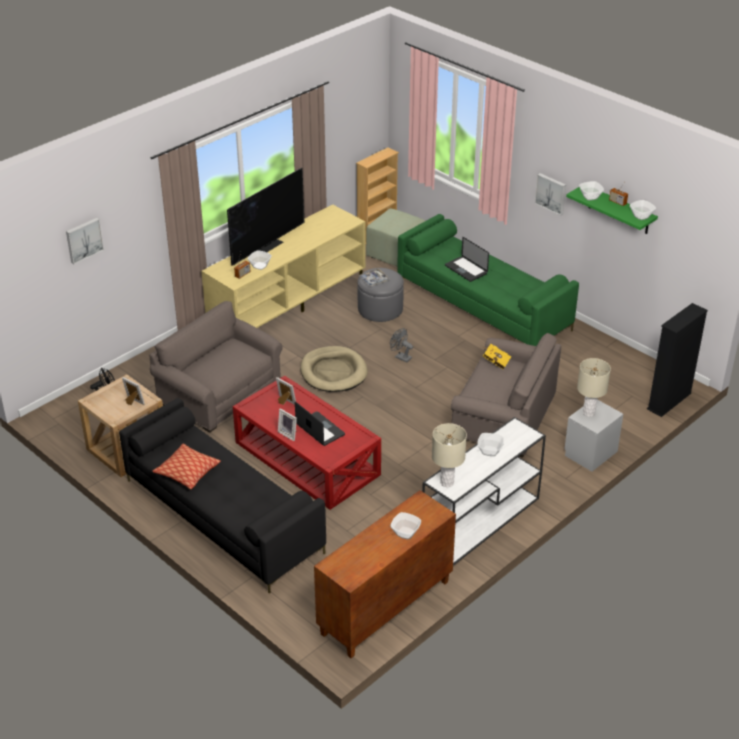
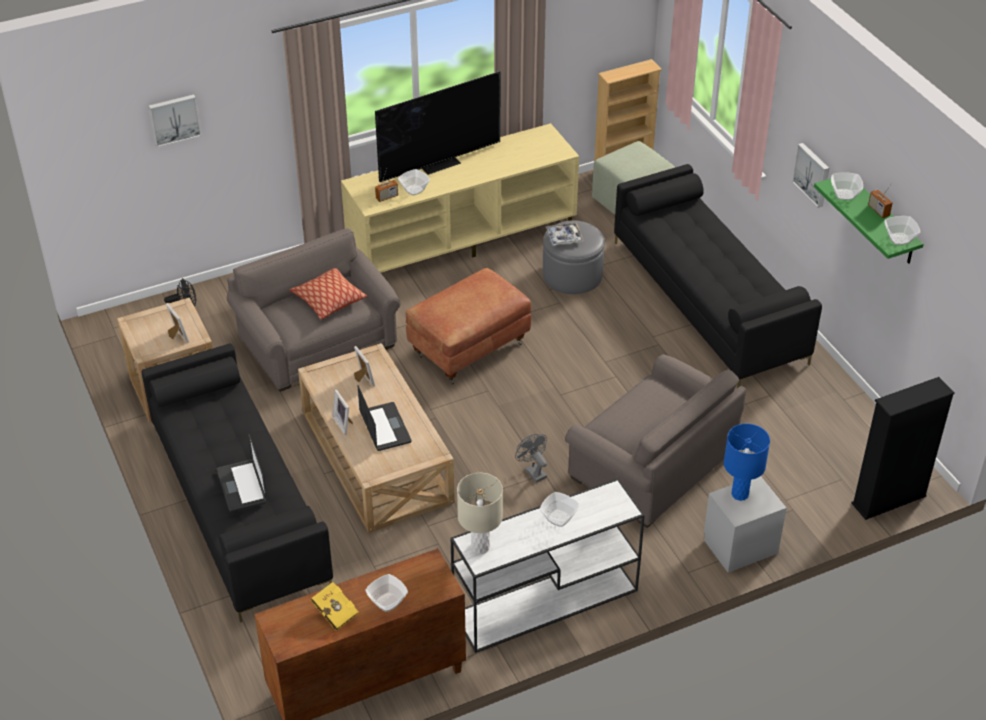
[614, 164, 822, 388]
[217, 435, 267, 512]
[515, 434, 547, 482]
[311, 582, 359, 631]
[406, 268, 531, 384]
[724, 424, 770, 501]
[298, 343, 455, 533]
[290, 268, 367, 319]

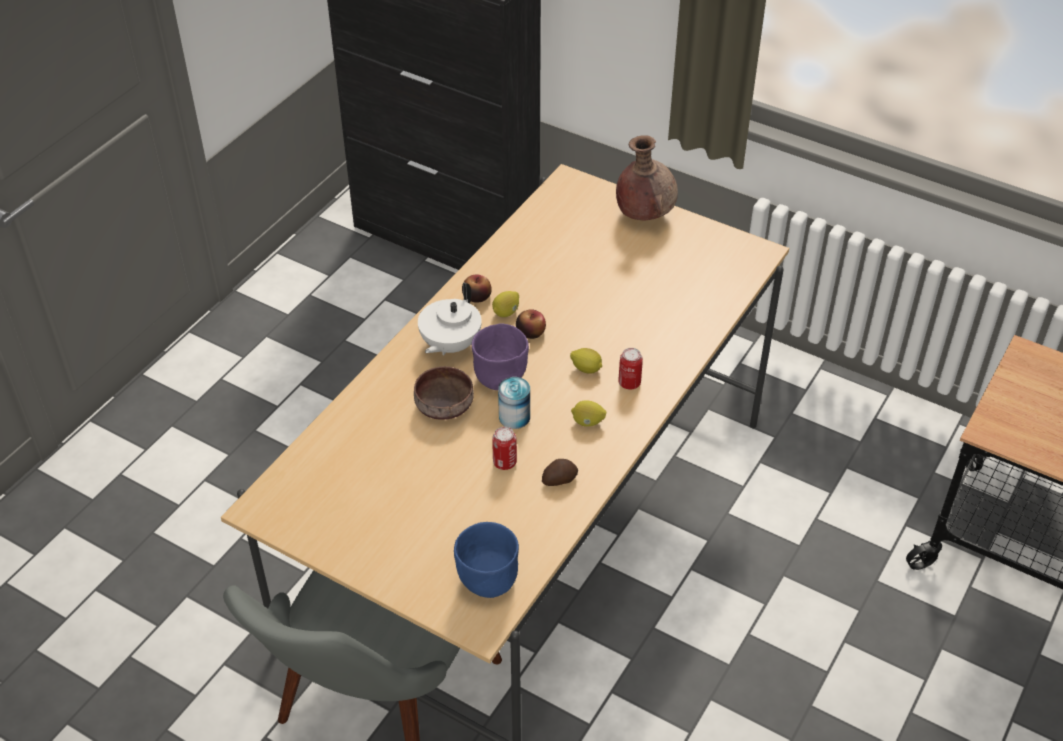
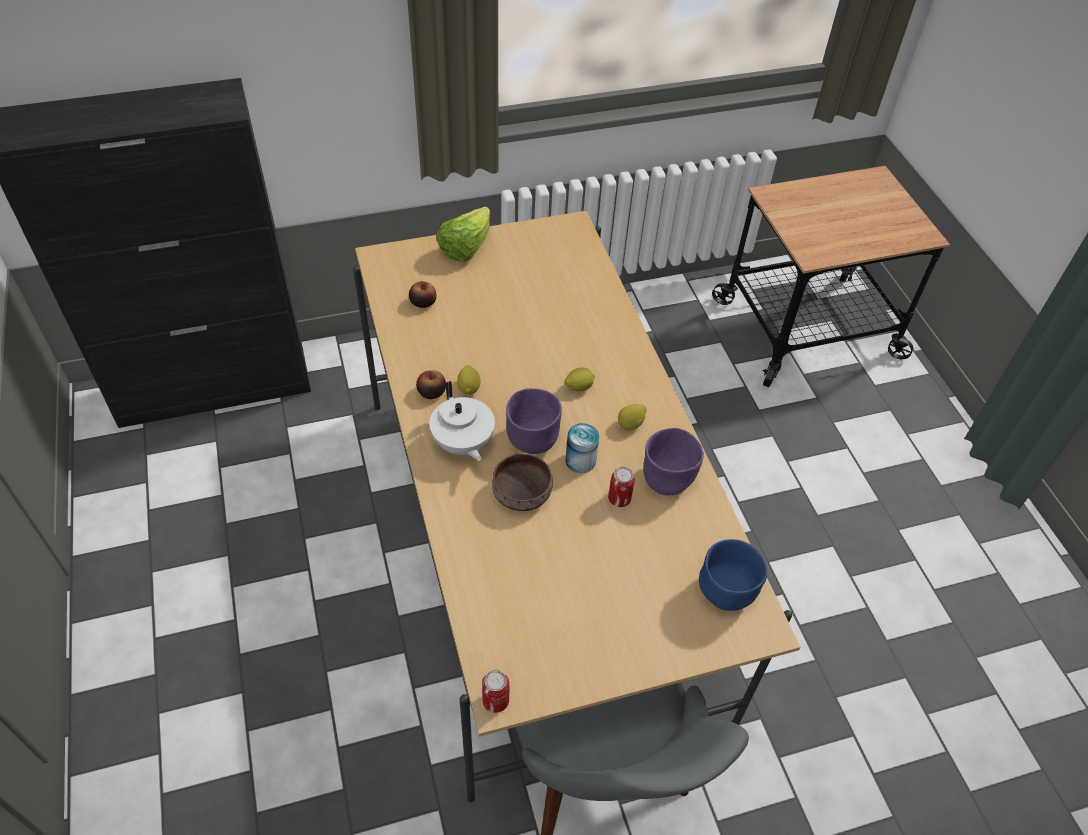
[436, 206, 490, 262]
[409, 281, 437, 308]
[482, 670, 509, 713]
[643, 428, 704, 496]

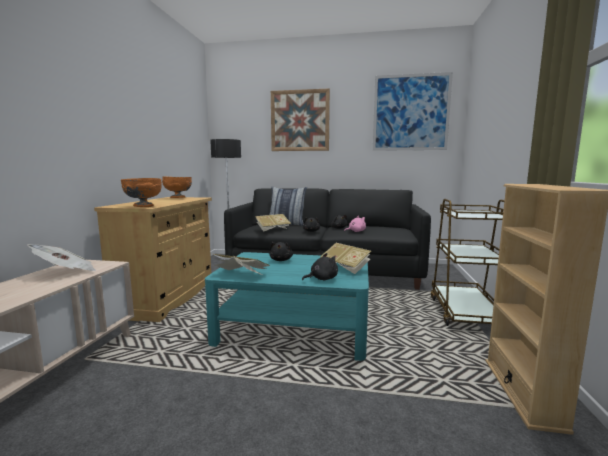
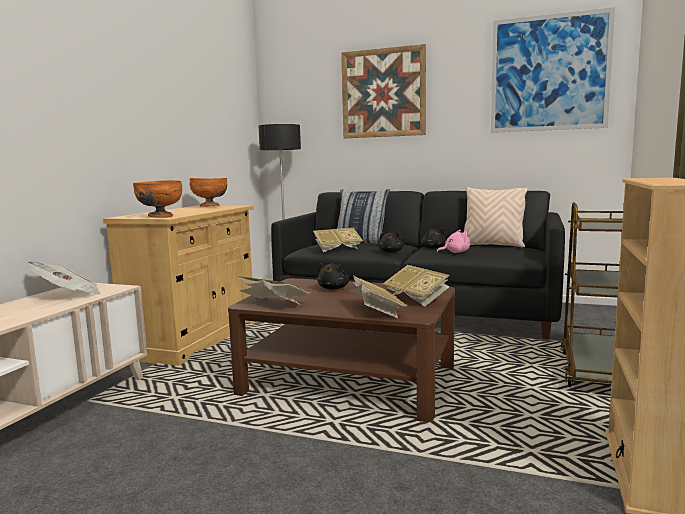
[228, 278, 455, 422]
[349, 276, 408, 318]
[464, 187, 528, 247]

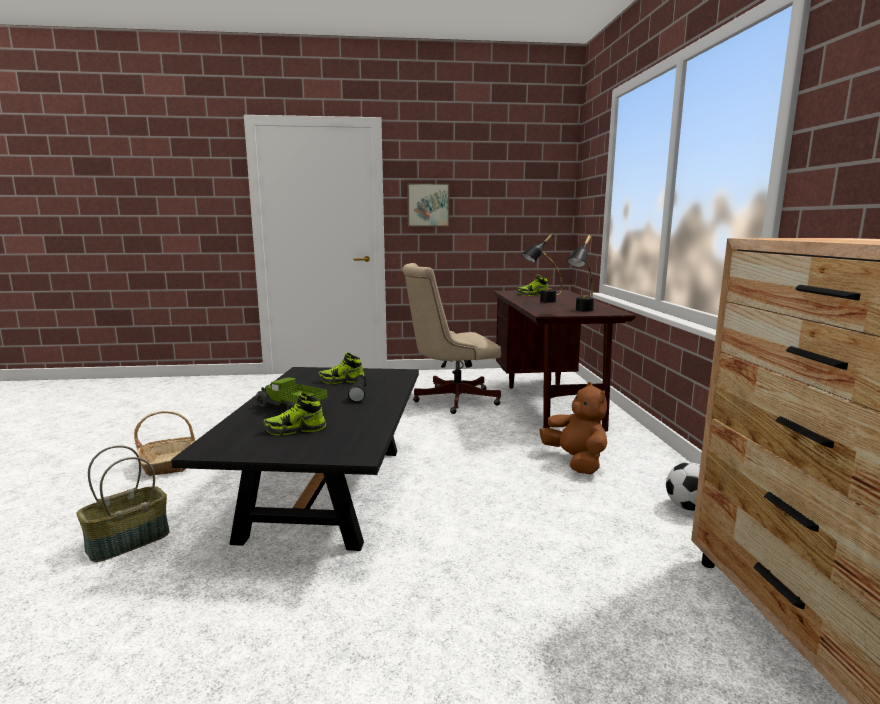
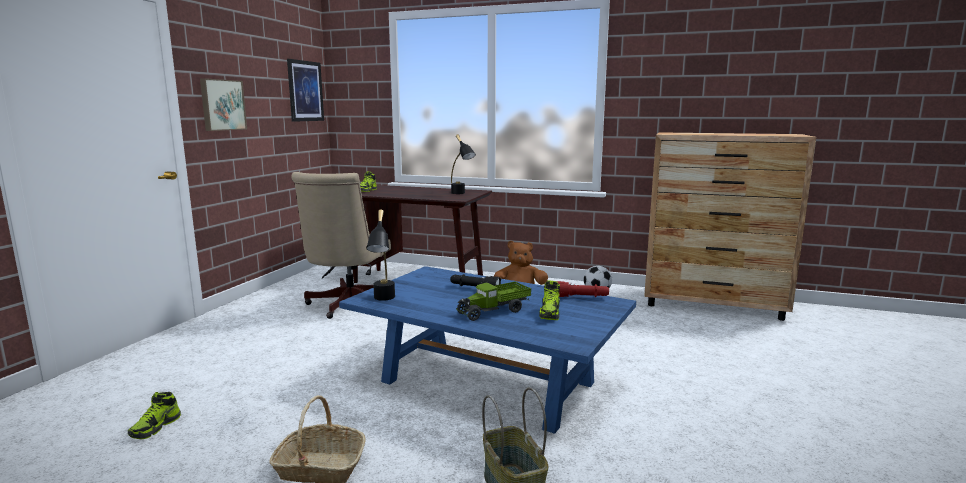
[366, 209, 395, 301]
[128, 392, 181, 439]
[339, 266, 636, 434]
[287, 59, 324, 122]
[557, 281, 609, 297]

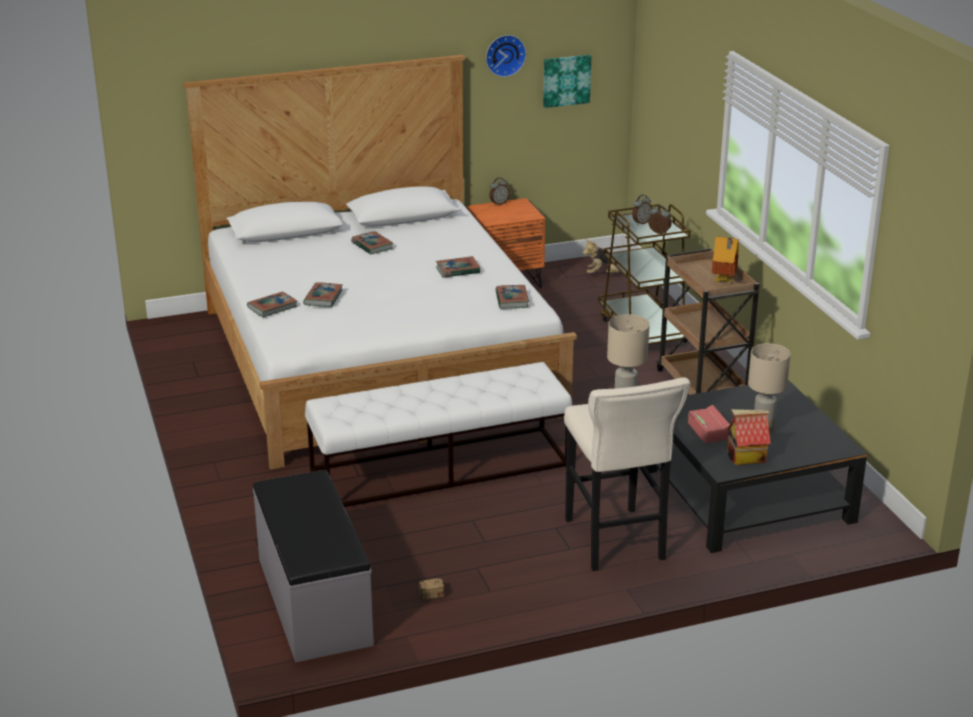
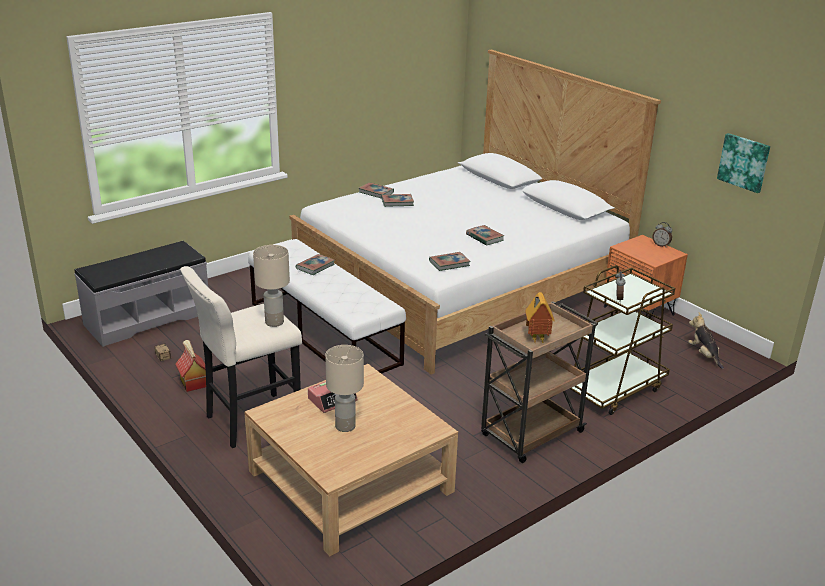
[486, 35, 526, 77] (first image)
[632, 195, 652, 225] (first image)
[296, 254, 335, 275]
[244, 364, 458, 556]
[175, 340, 206, 392]

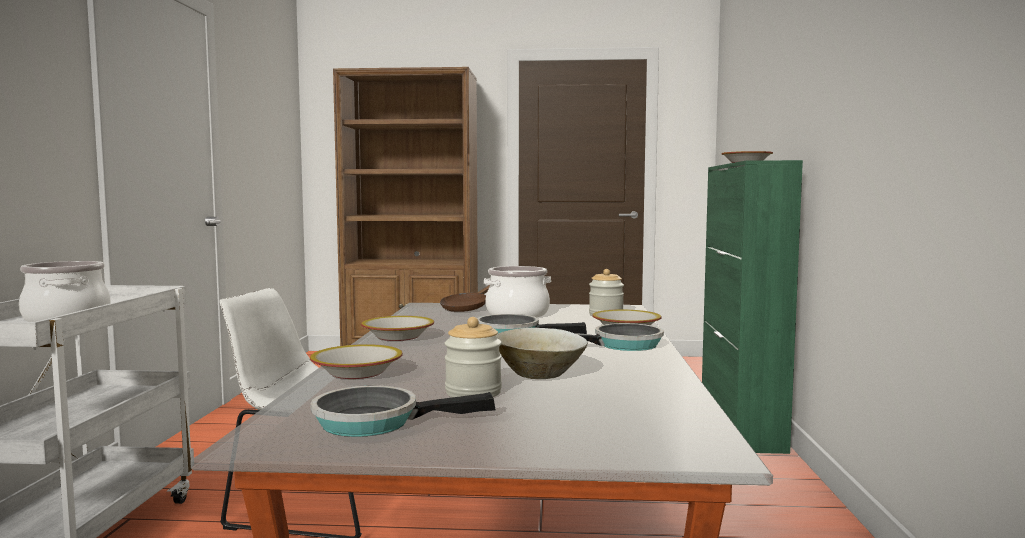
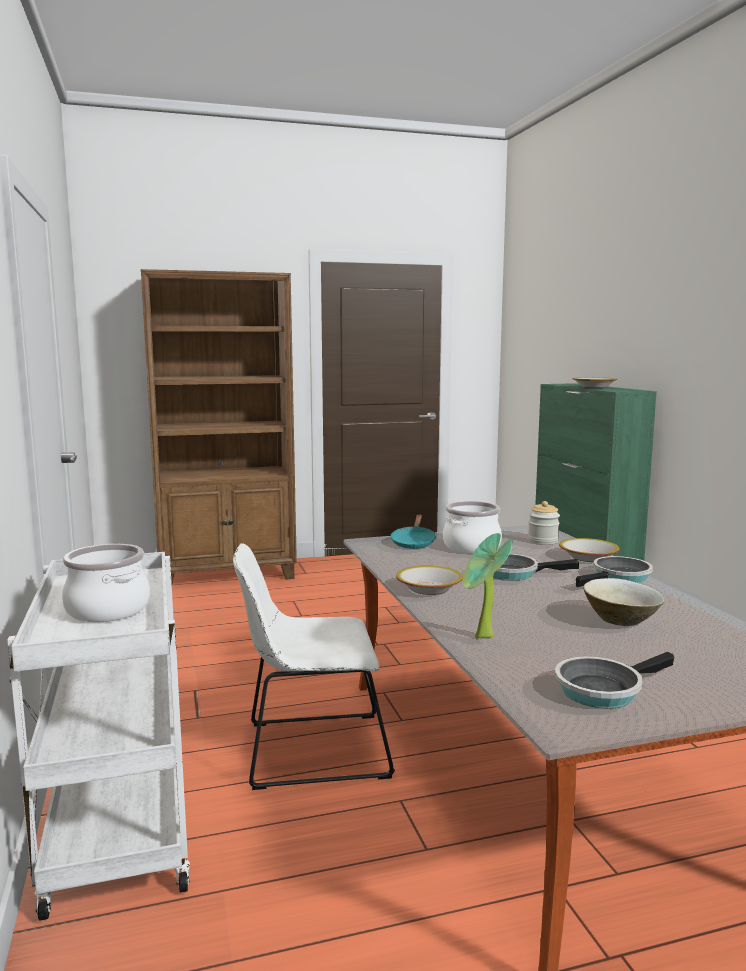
[390, 515, 436, 549]
[445, 317, 502, 397] (first image)
[462, 533, 513, 638]

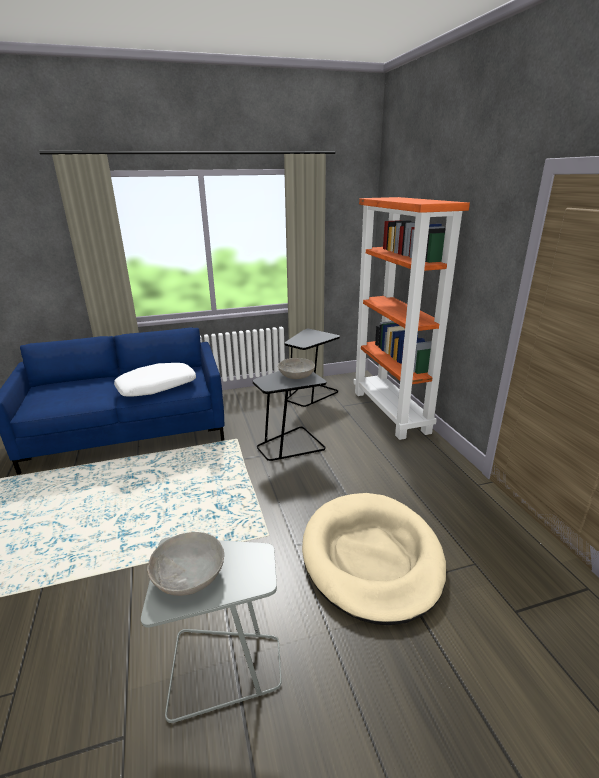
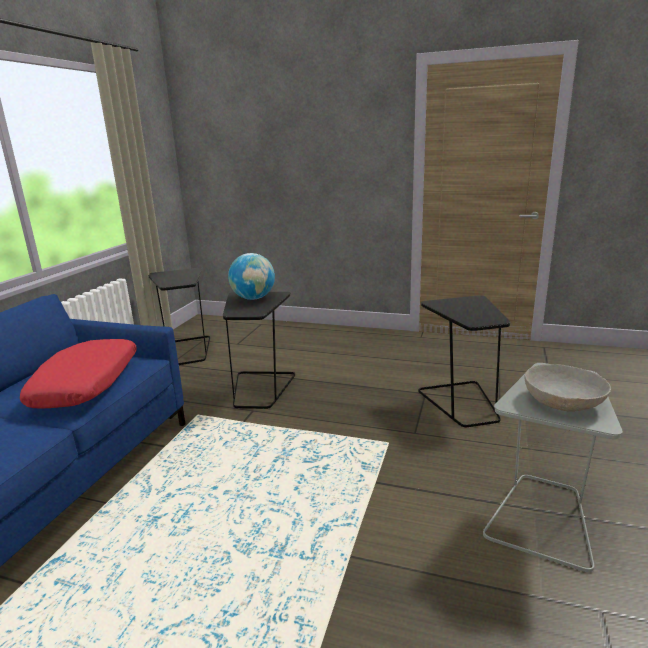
[353, 197, 470, 440] (first image)
[228, 253, 275, 300]
[20, 339, 137, 409]
[418, 295, 510, 428]

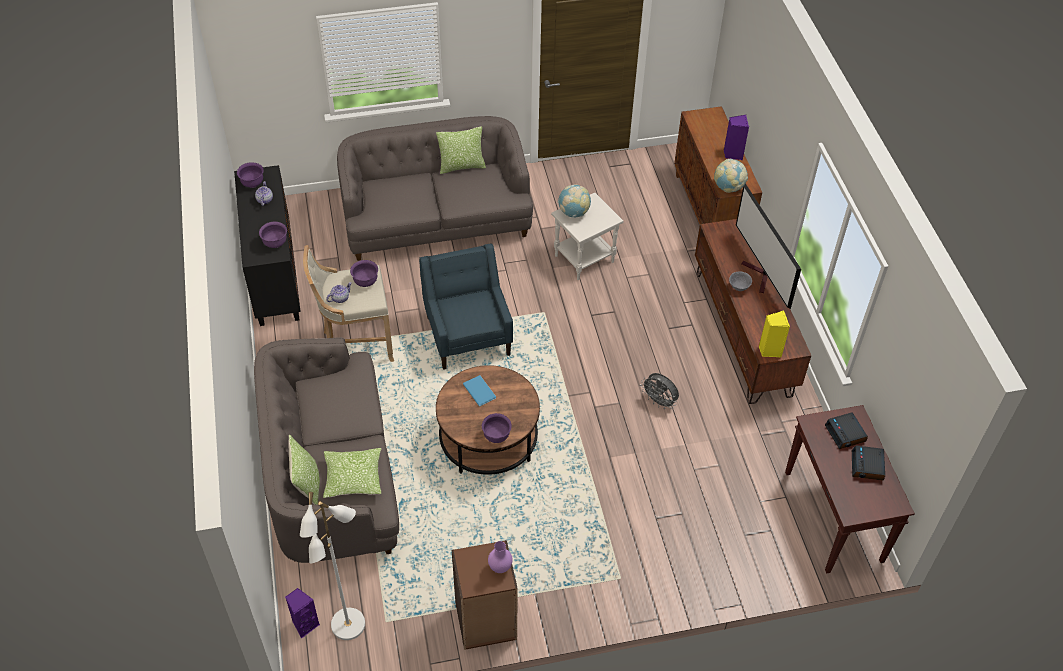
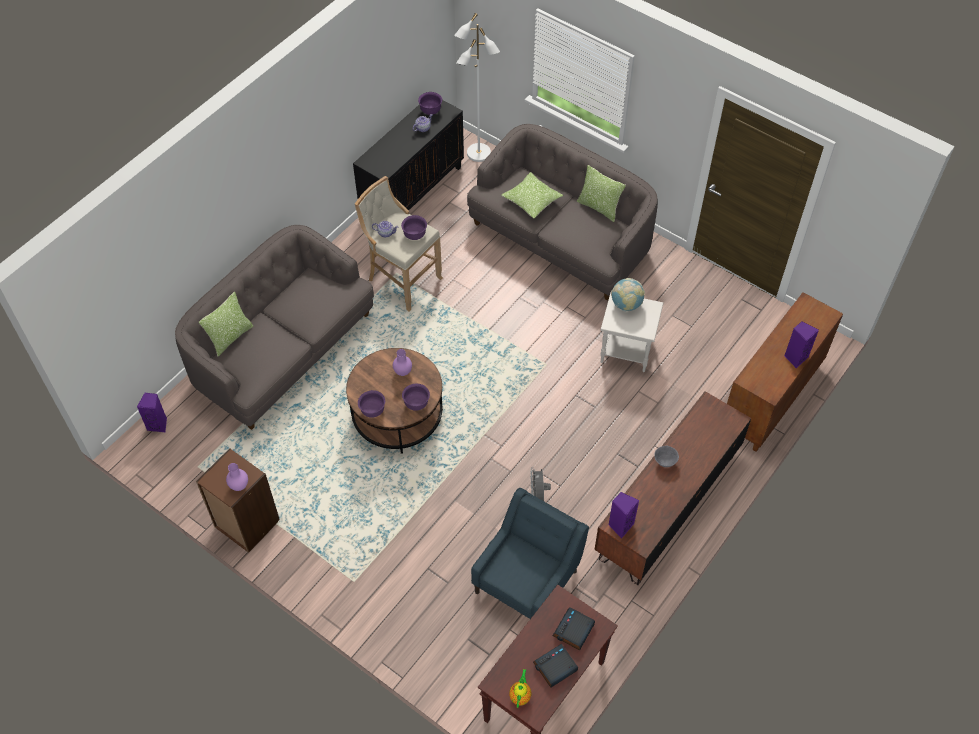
[714, 159, 748, 193] (first image)
[736, 184, 801, 309] (first image)
[402, 384, 430, 411]
[471, 488, 589, 619]
[608, 492, 639, 539]
[393, 349, 412, 376]
[501, 172, 563, 218]
[454, 13, 500, 162]
[509, 669, 531, 708]

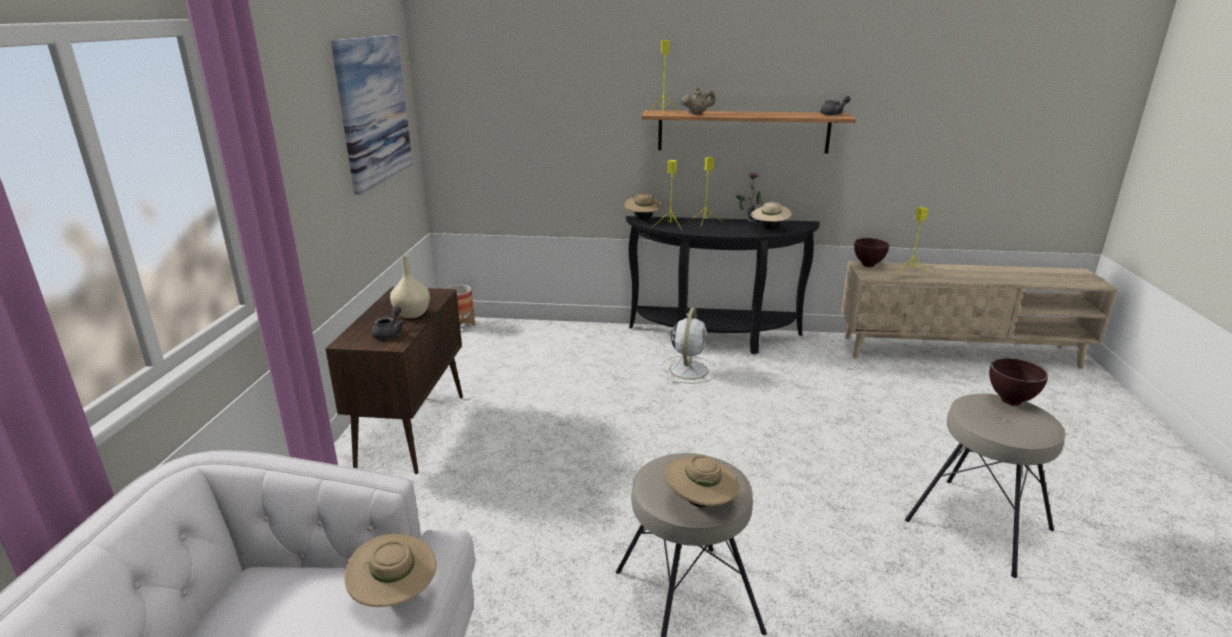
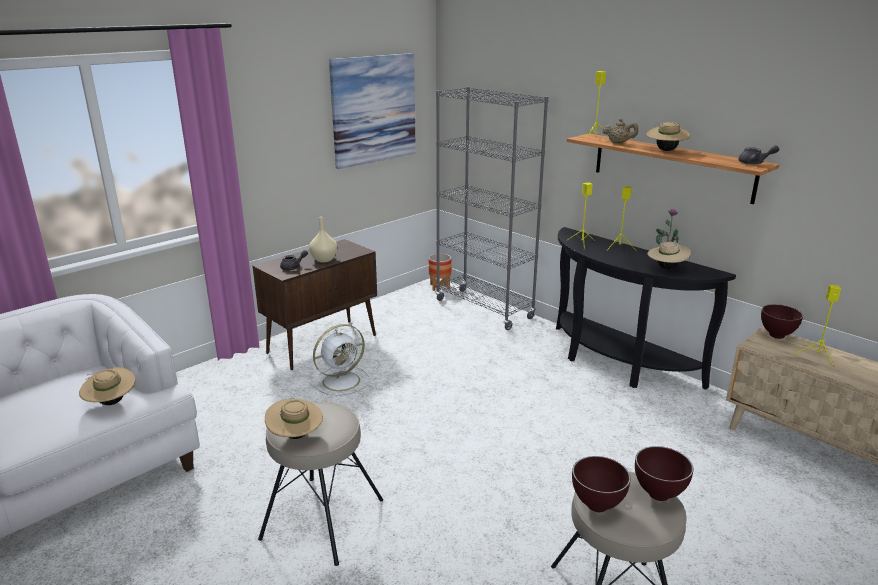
[646, 122, 690, 151]
[311, 324, 370, 396]
[436, 87, 548, 330]
[572, 456, 631, 512]

